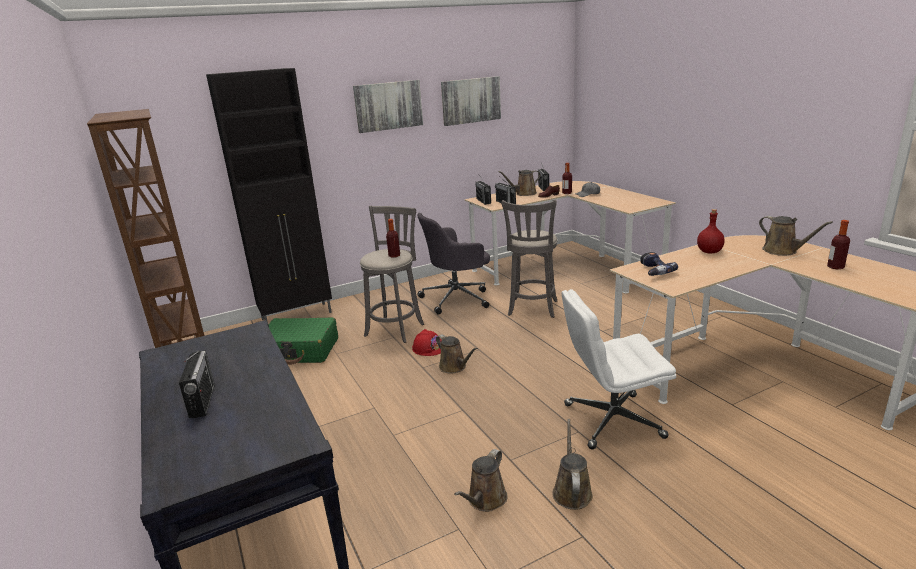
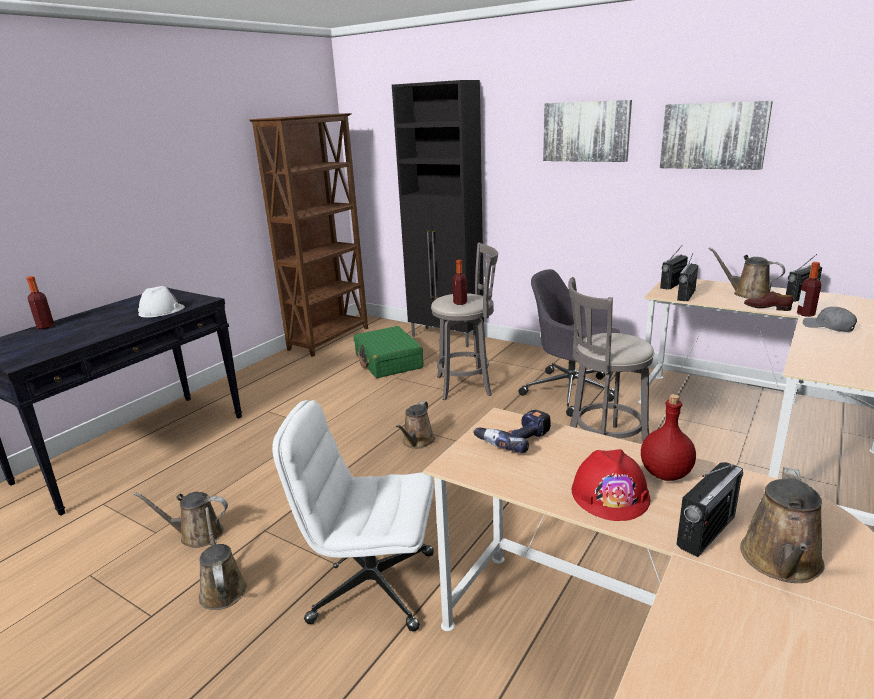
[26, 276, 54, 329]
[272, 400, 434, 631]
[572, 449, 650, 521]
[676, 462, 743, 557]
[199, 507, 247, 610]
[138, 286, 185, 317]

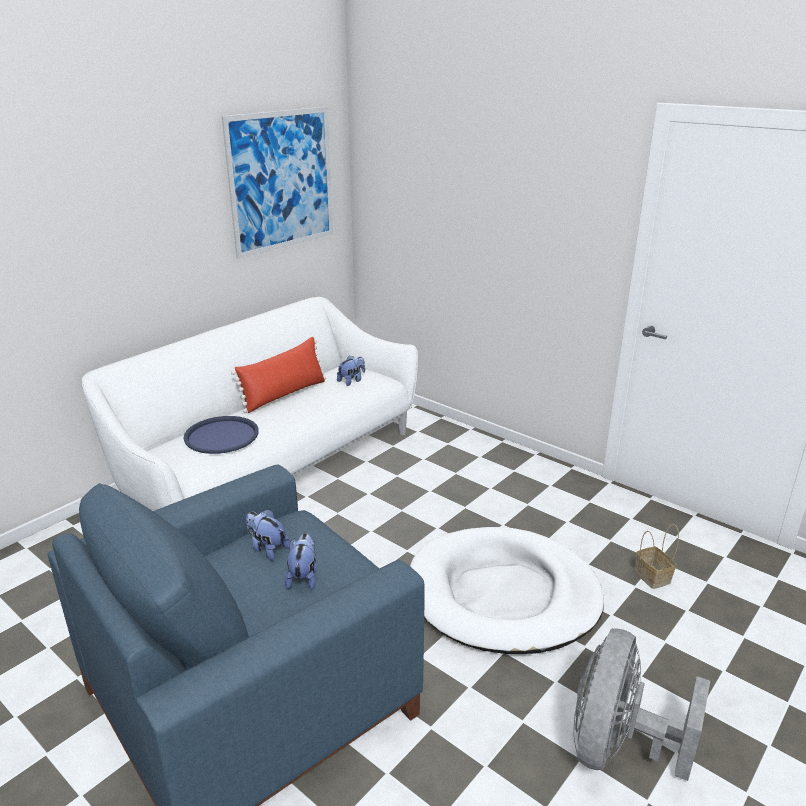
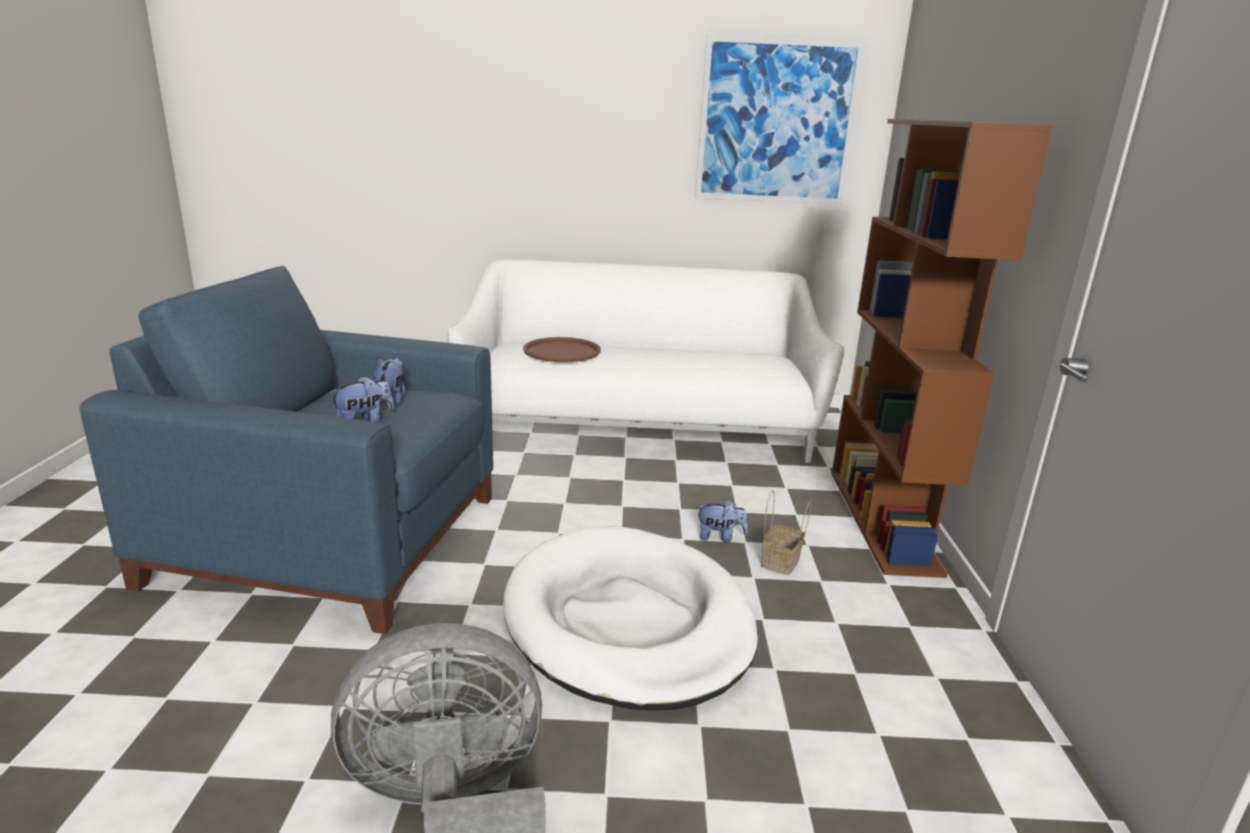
[231, 337, 326, 413] (first image)
[696, 499, 748, 542]
[523, 337, 601, 362]
[761, 490, 812, 575]
[832, 119, 1053, 578]

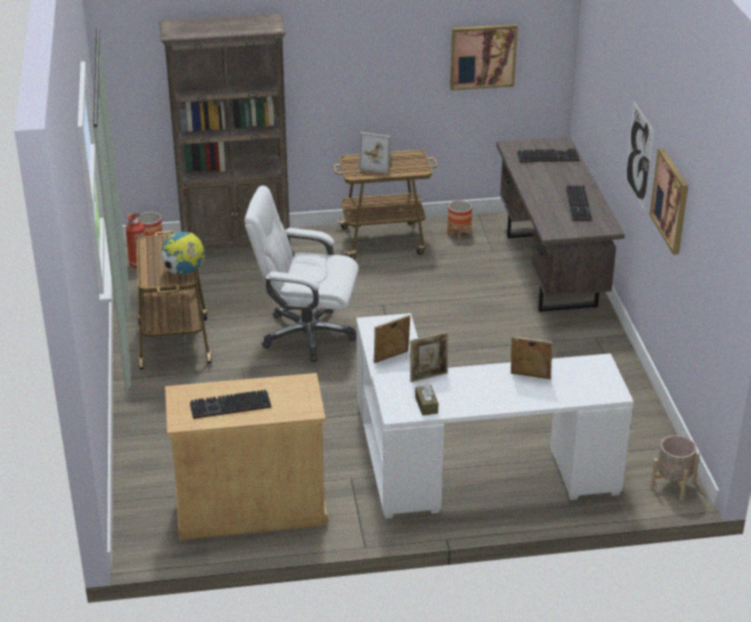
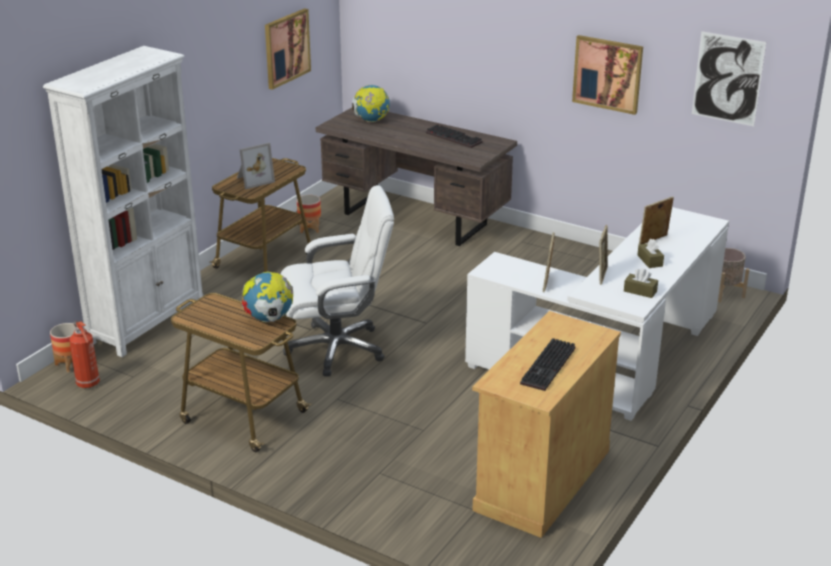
[43, 46, 203, 357]
[692, 31, 766, 126]
[352, 85, 390, 122]
[280, 185, 394, 377]
[638, 239, 664, 268]

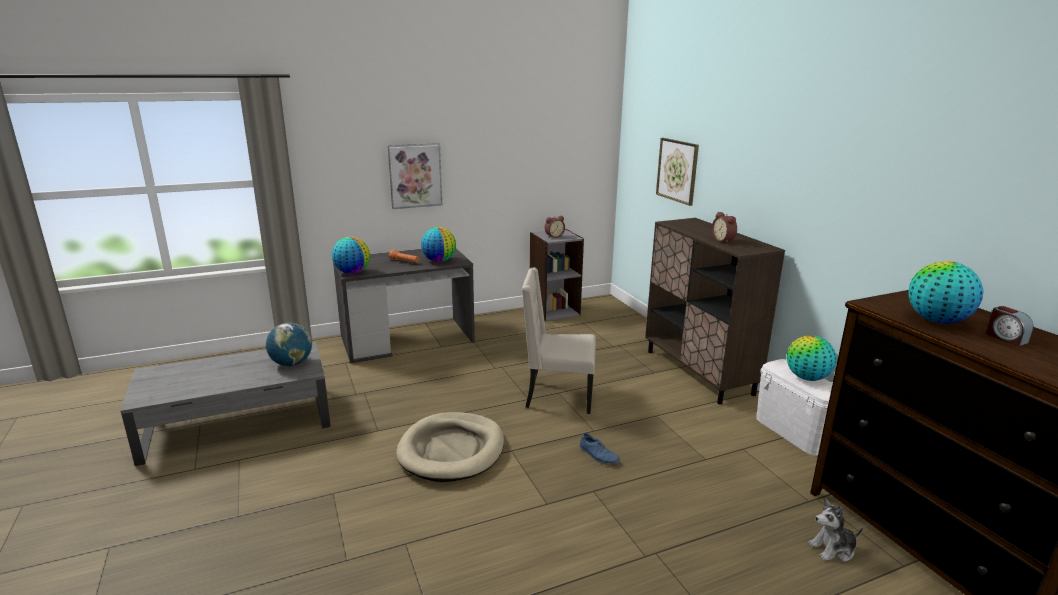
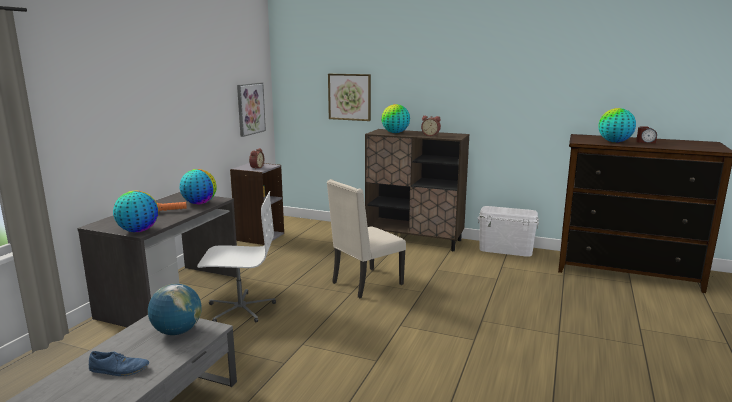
[237, 83, 266, 137]
[381, 104, 410, 133]
[396, 412, 504, 482] (first image)
[89, 351, 149, 376]
[808, 498, 863, 562] (first image)
[197, 191, 276, 322]

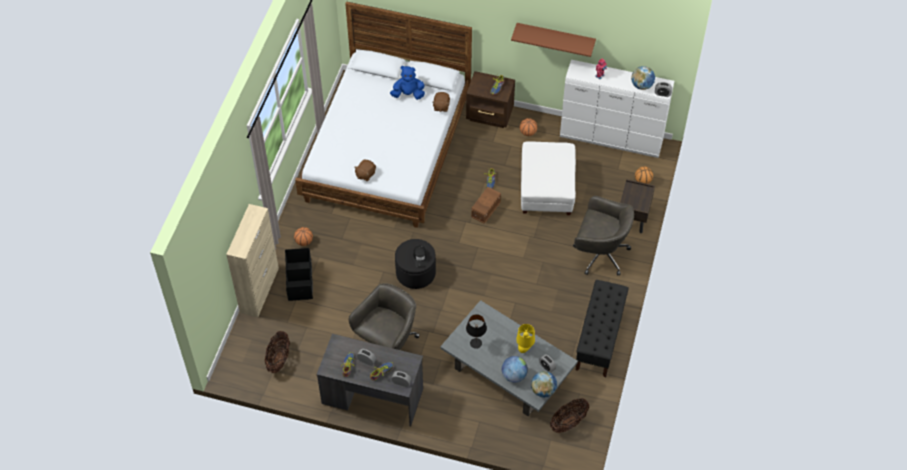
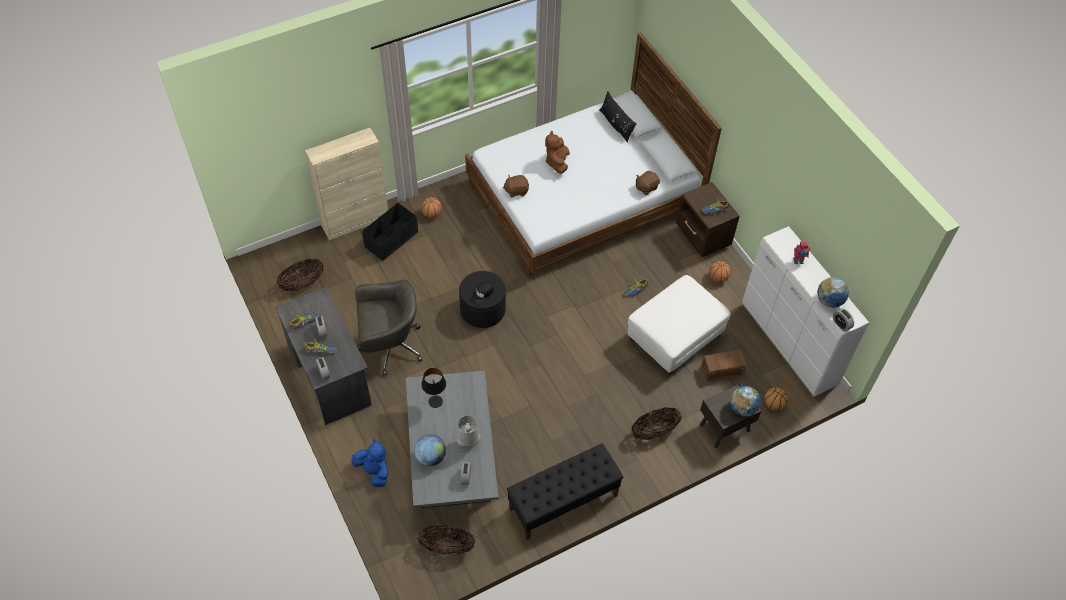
[511, 23, 596, 57] (first image)
[351, 439, 388, 487]
[702, 350, 746, 381]
[631, 407, 681, 440]
[457, 415, 481, 447]
[730, 386, 761, 416]
[599, 91, 637, 143]
[545, 131, 570, 174]

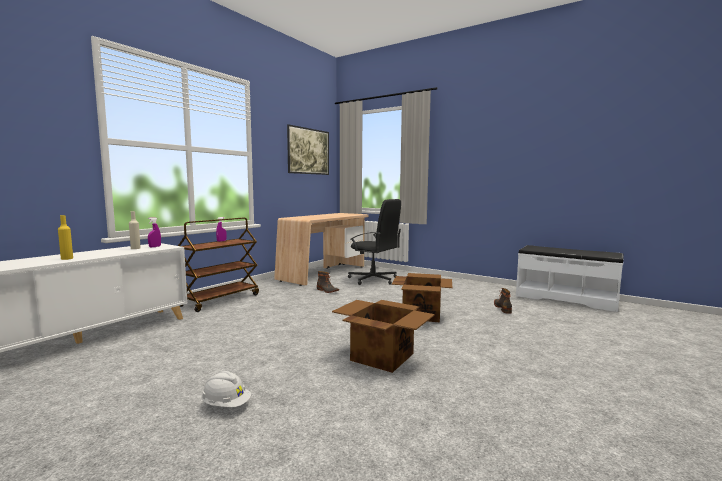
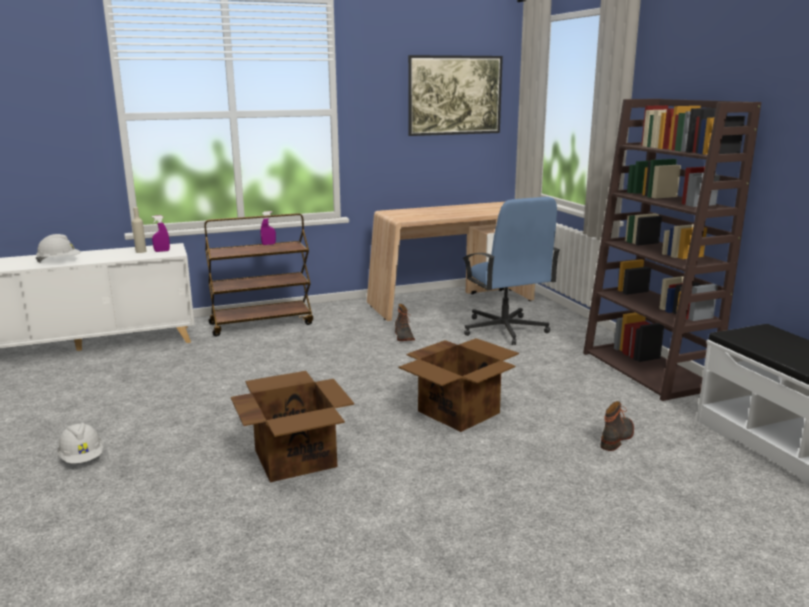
[462, 197, 560, 345]
[36, 234, 80, 263]
[583, 99, 761, 401]

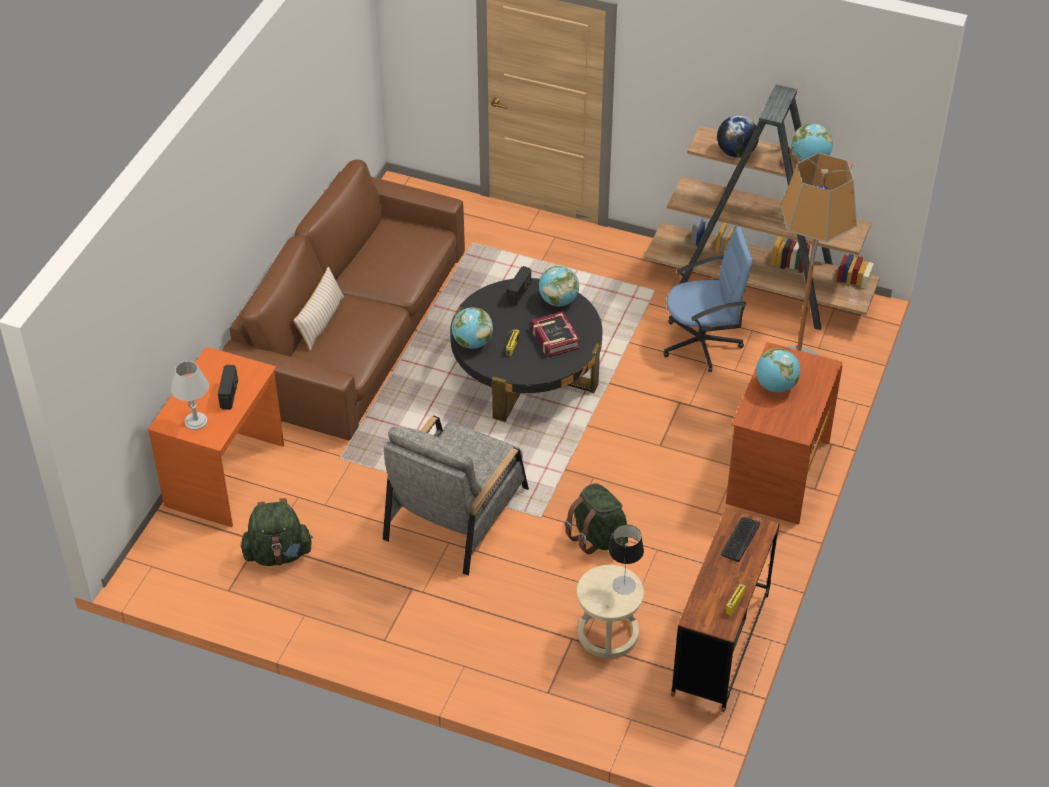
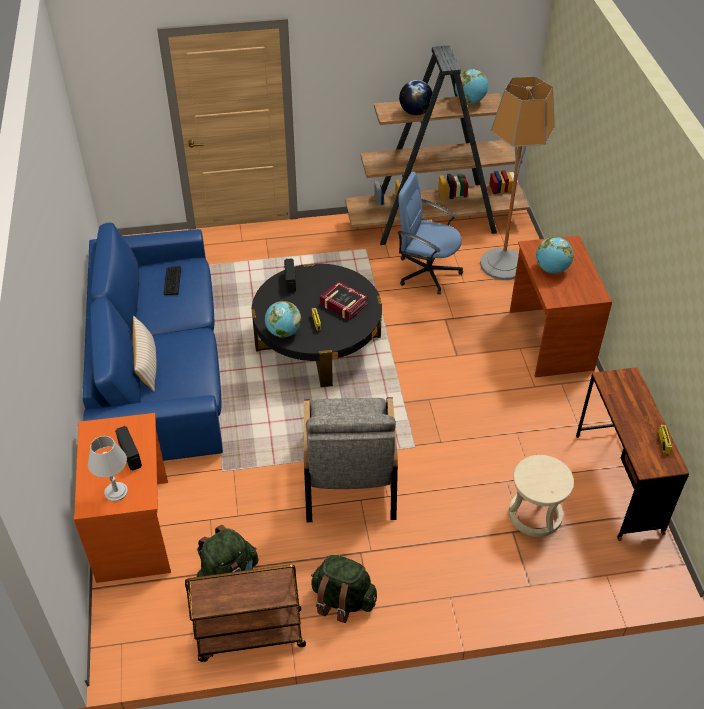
[83, 223, 223, 461]
[398, 171, 463, 295]
[539, 266, 579, 306] (first image)
[311, 555, 377, 623]
[164, 266, 181, 295]
[609, 525, 644, 595] (first image)
[185, 564, 306, 662]

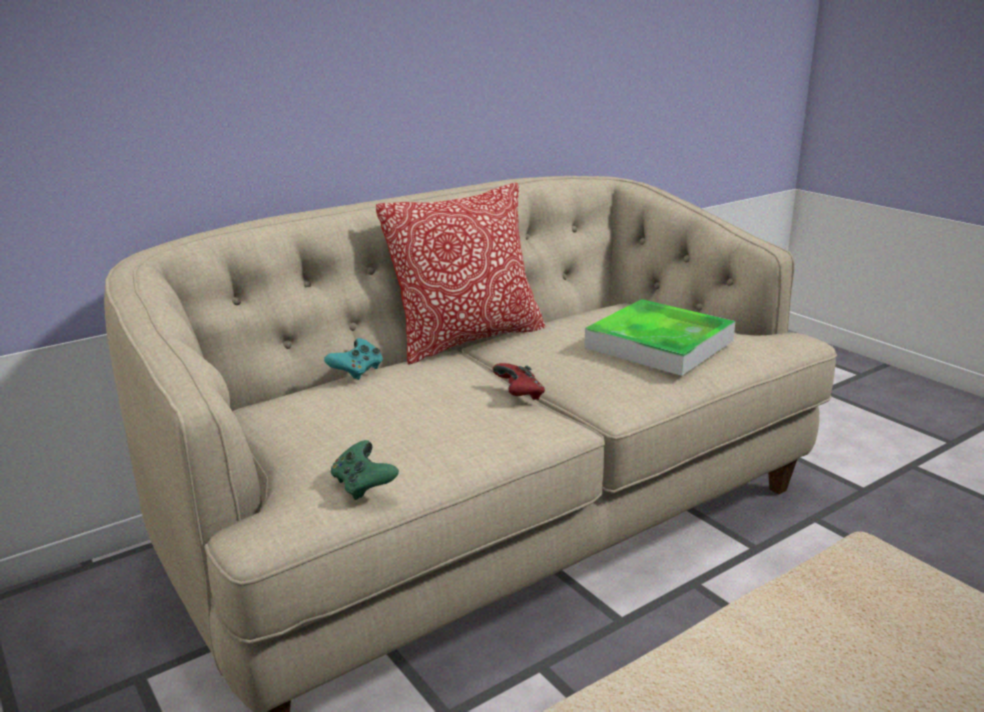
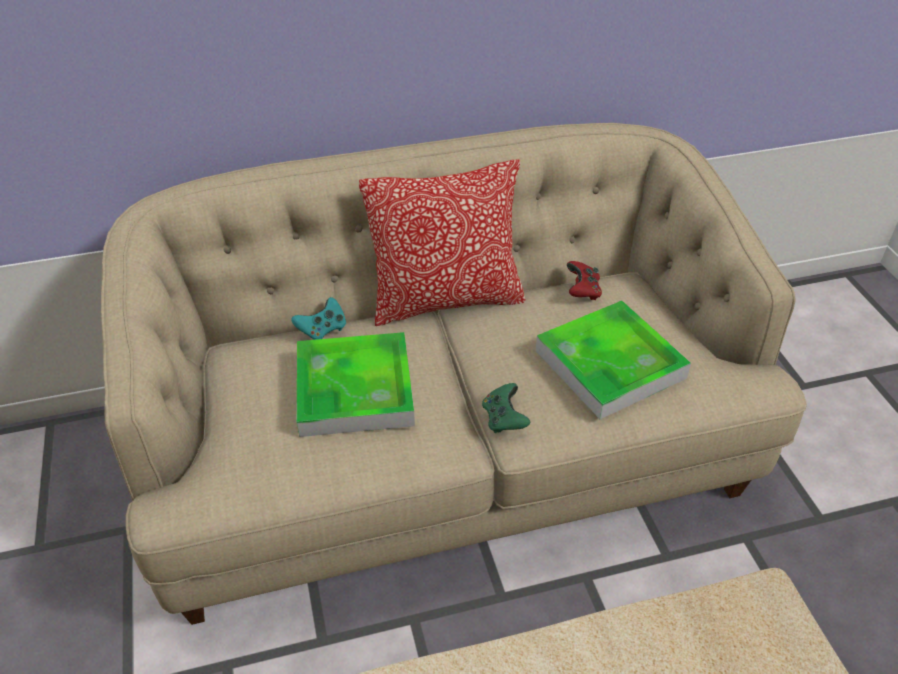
[567, 261, 602, 300]
[482, 383, 530, 433]
[297, 332, 415, 437]

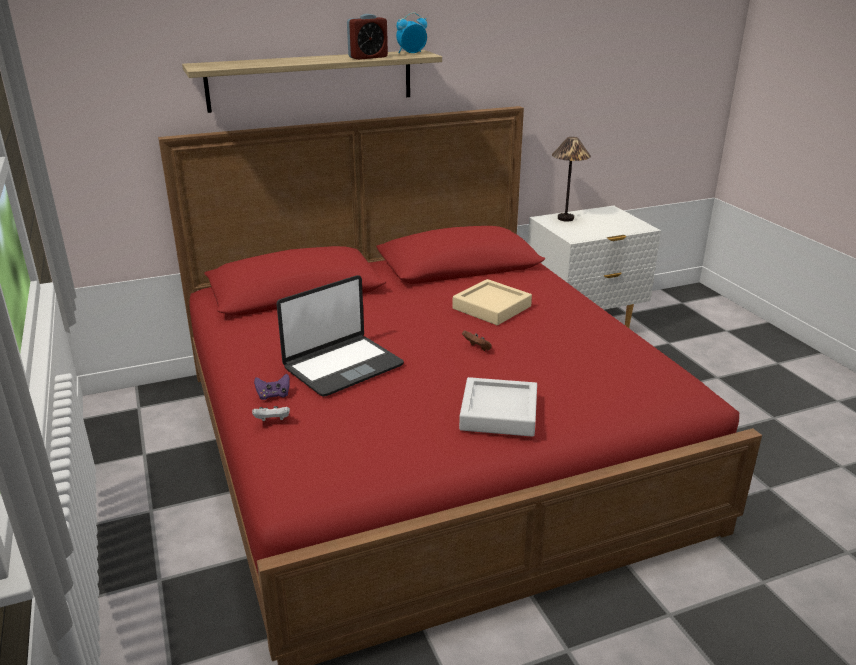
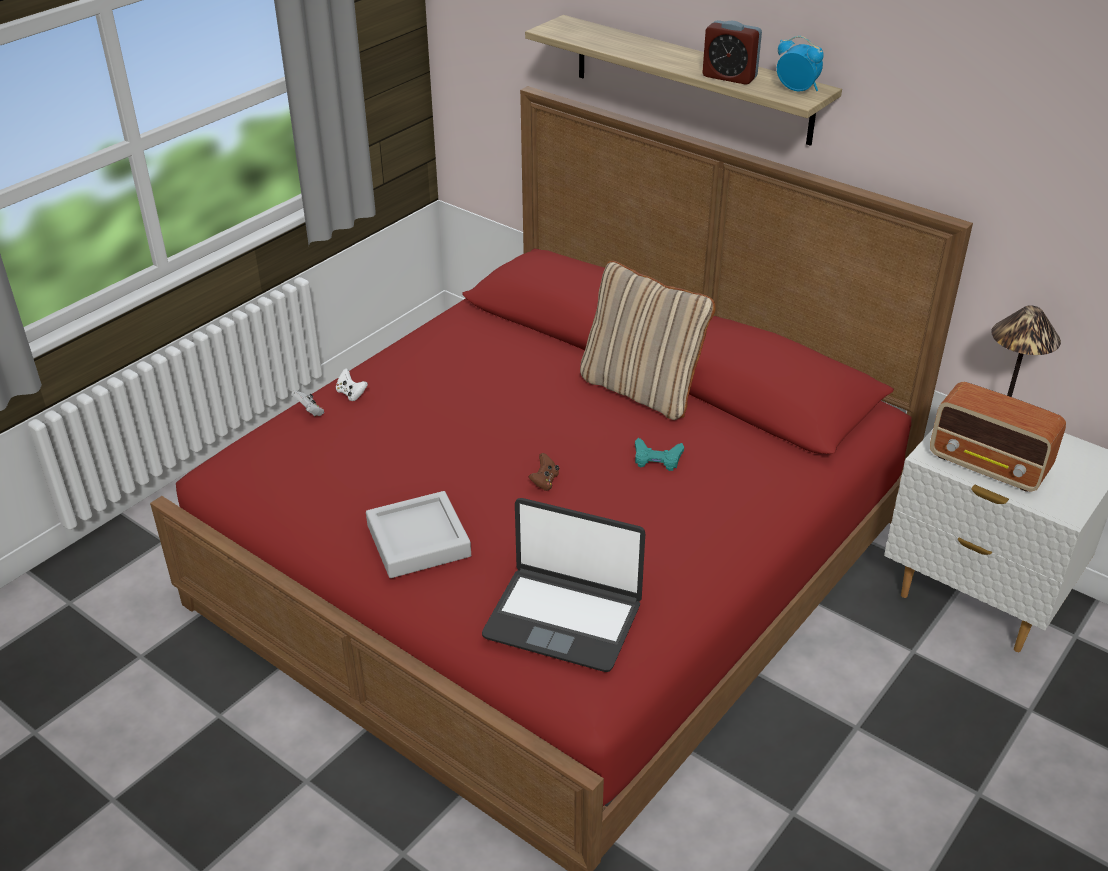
[482, 498, 645, 672]
[635, 438, 684, 471]
[336, 368, 368, 401]
[580, 261, 715, 420]
[930, 382, 1066, 492]

